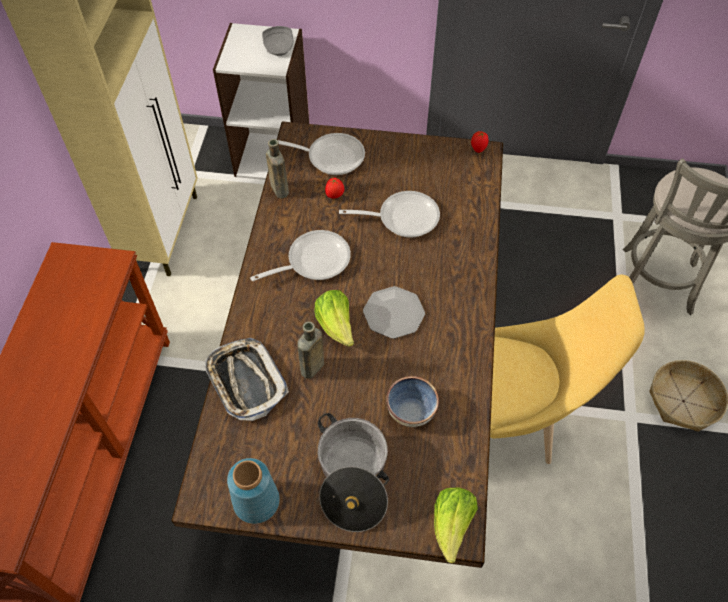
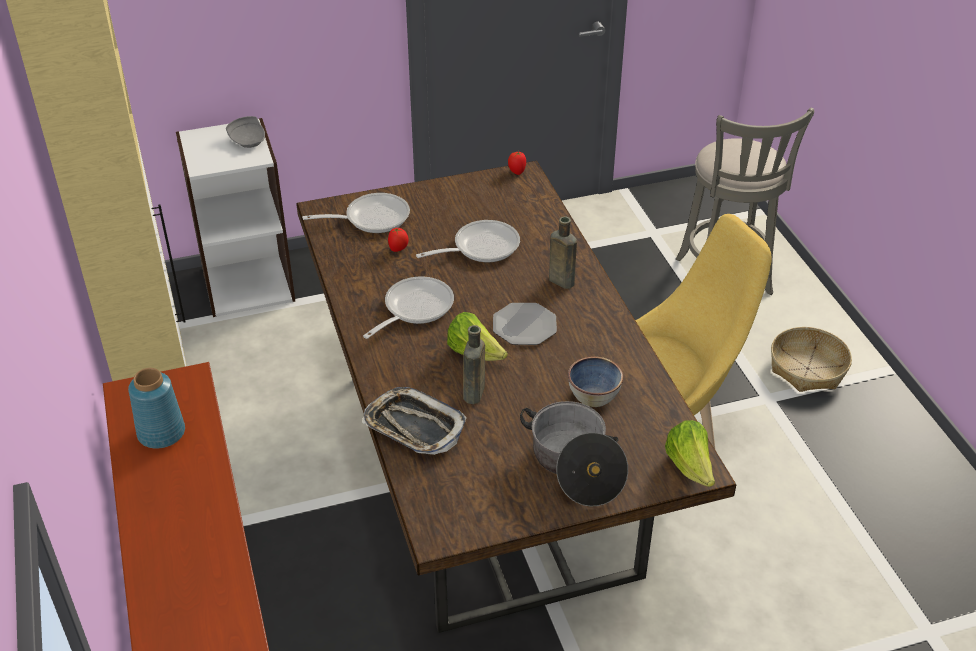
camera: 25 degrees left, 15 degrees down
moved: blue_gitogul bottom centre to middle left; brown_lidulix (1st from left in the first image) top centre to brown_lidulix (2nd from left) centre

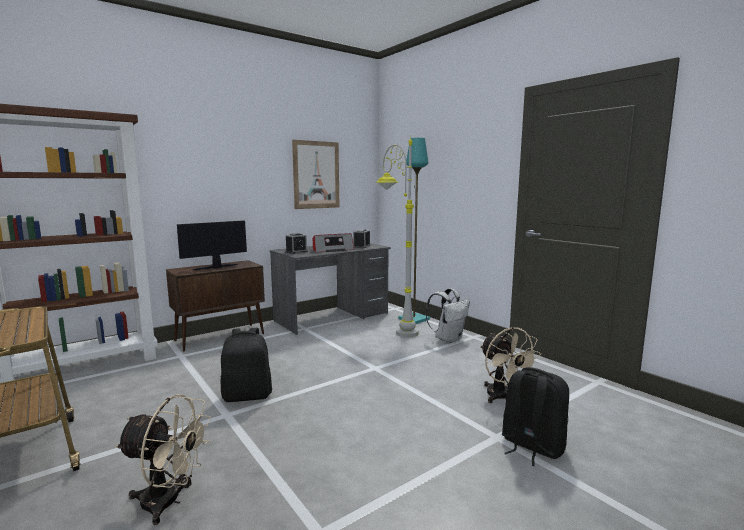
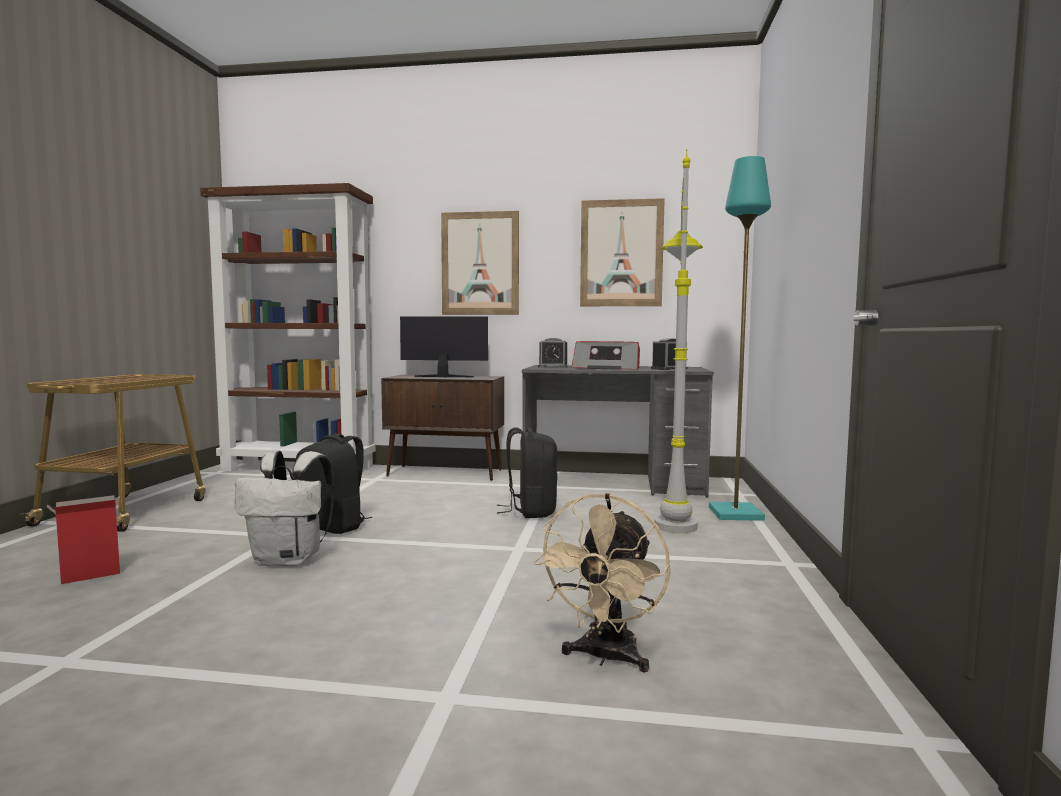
camera: 45 degrees right, 5 degrees down
added: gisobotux (1st from left) top centre
moved: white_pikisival centre to middle left; black_pikisival (2nd from left) bottom right to centre
replaced: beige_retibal (1st from left) bottom left to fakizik bottom left

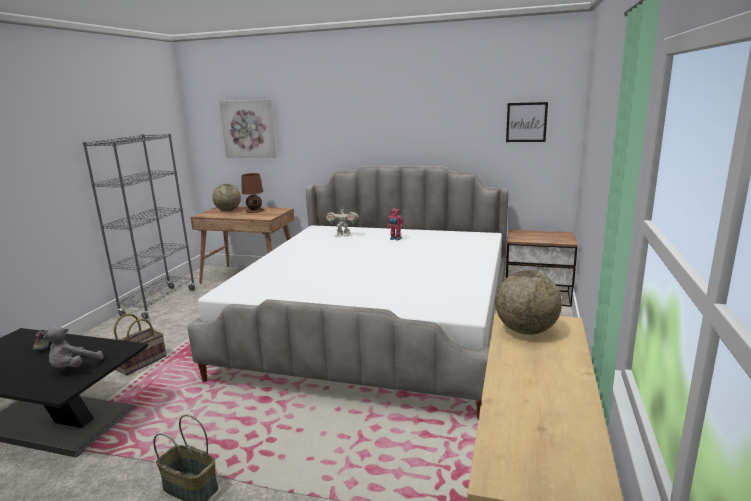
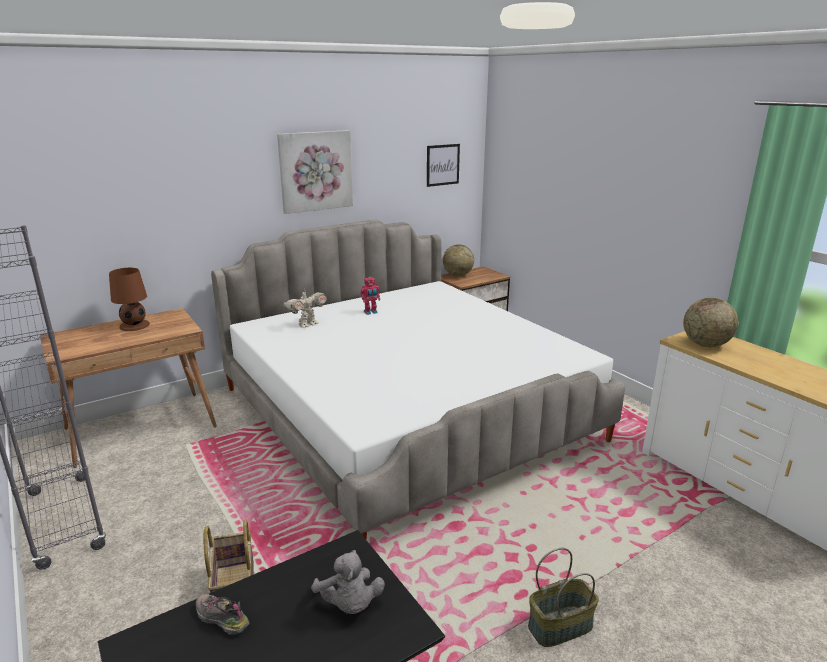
camera: 50 degrees left, 5 degrees up
moved: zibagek (1st from left) middle left to centre; gisobotux (1st from left) top left to top centre

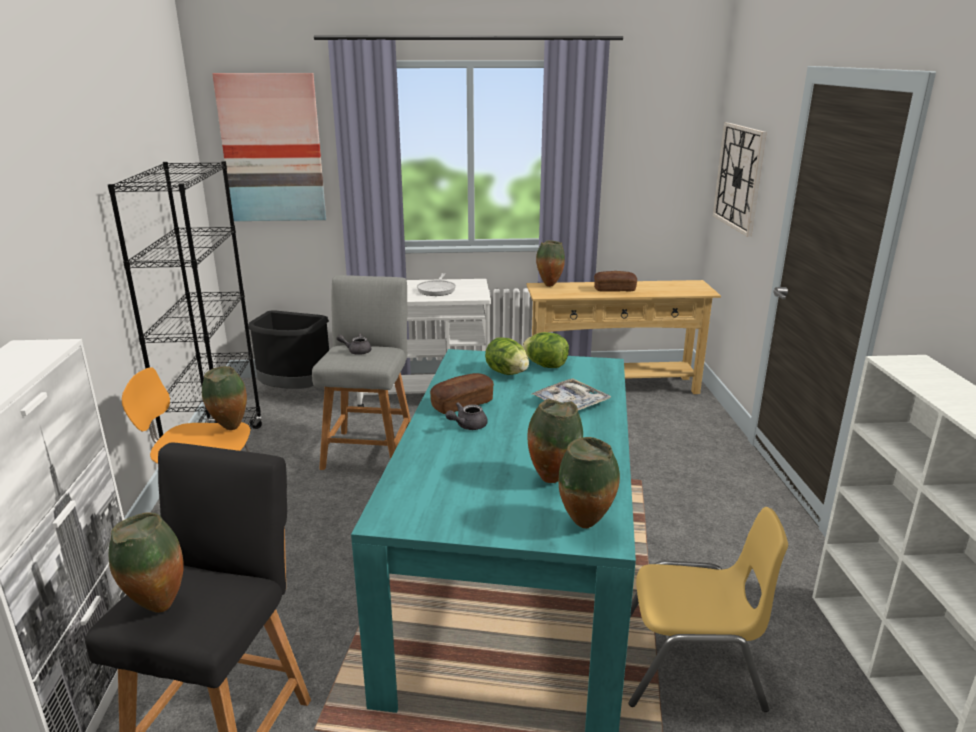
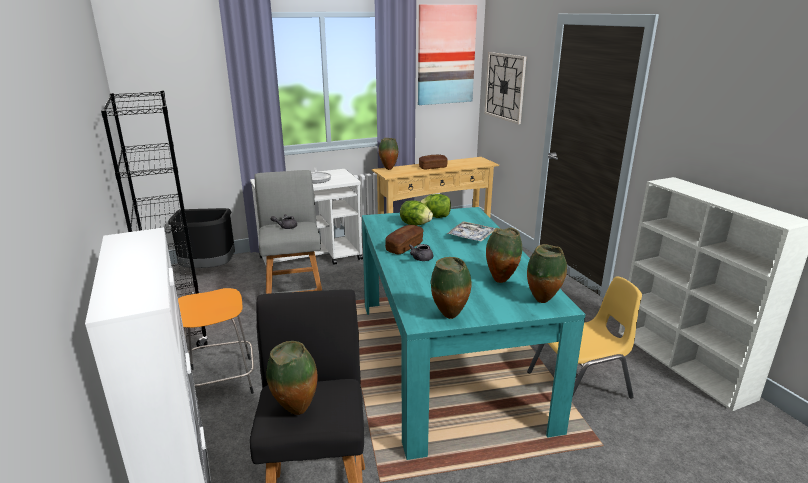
camera: 20 degrees left, 0 degrees up
moved: gitogul (2nd from left in the first image) middle left to gitogul (3rd from left) centre; gisobotux top left to top centre

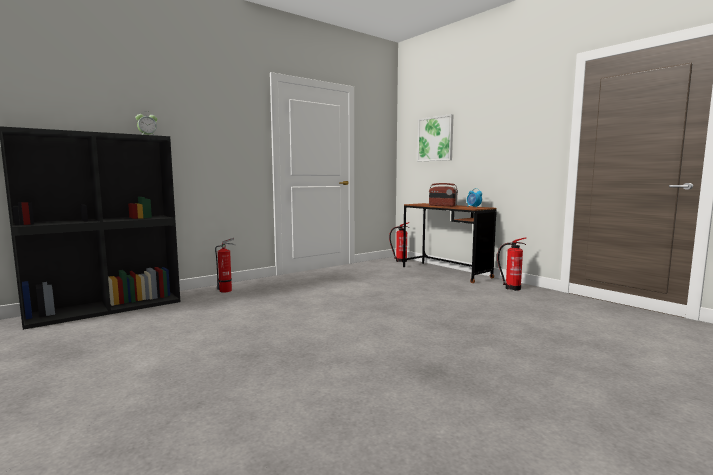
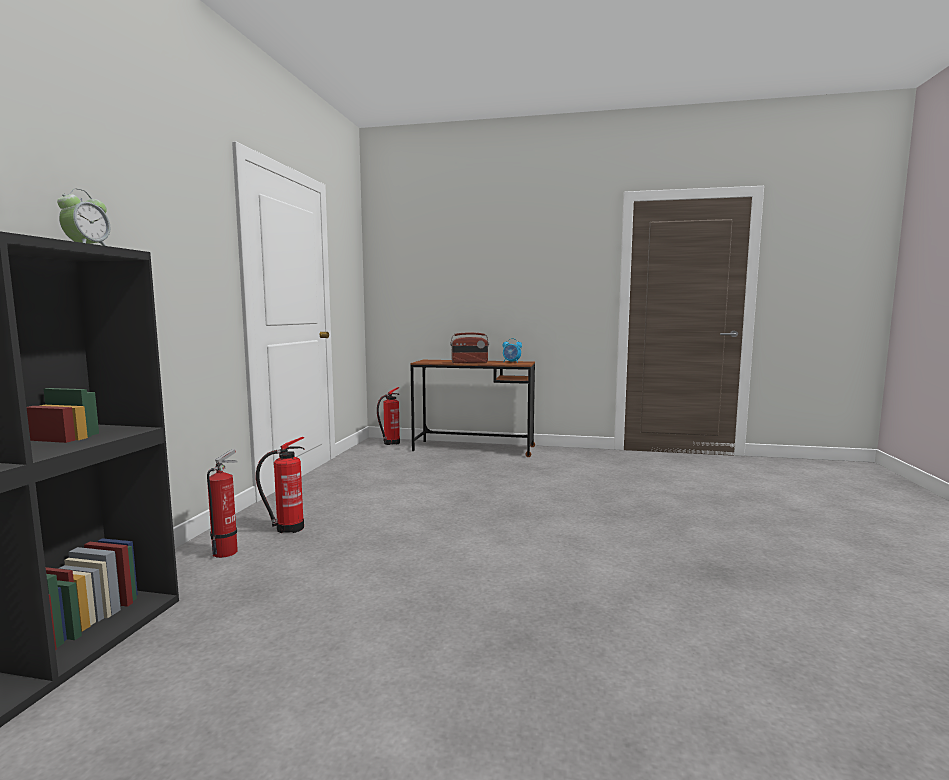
camera: 40 degrees left, 0 degrees up
removed: gisobotux top centre
moved: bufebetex (3rd from left in the first image) middle right to bufebetex (2nd from left) middle left

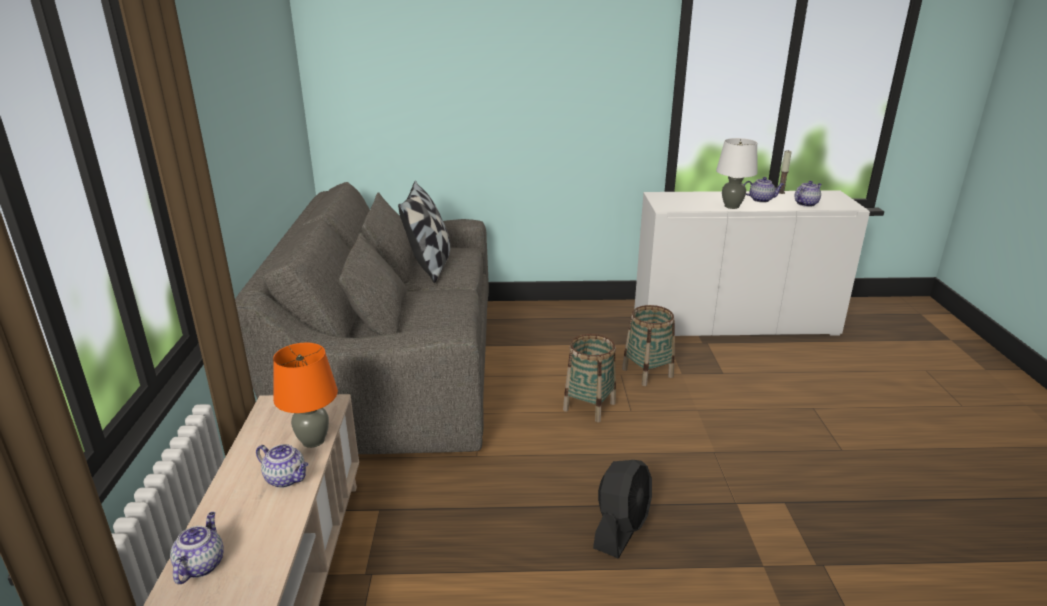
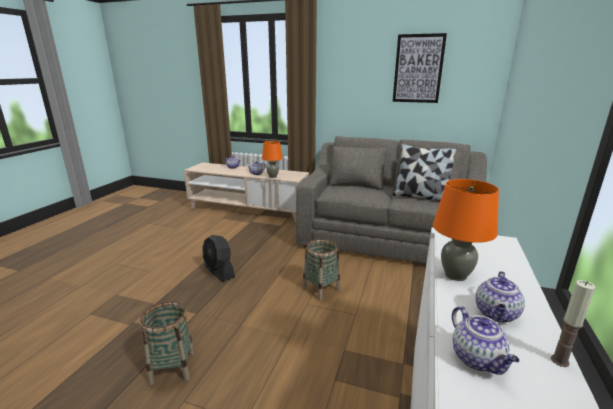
camera: 110 degrees right, 5 degrees down
added: gisobotux top right
moved: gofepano (2nd from left in the first image) centre to gofepano (1st from left) bottom left
recoloured: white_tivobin top right to orange_tivobin (2nd from left) middle right

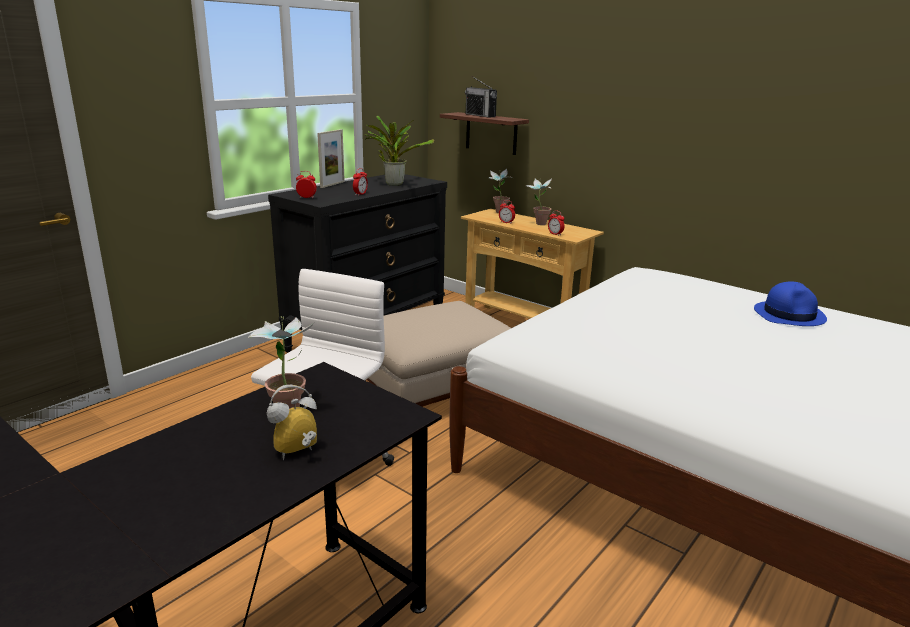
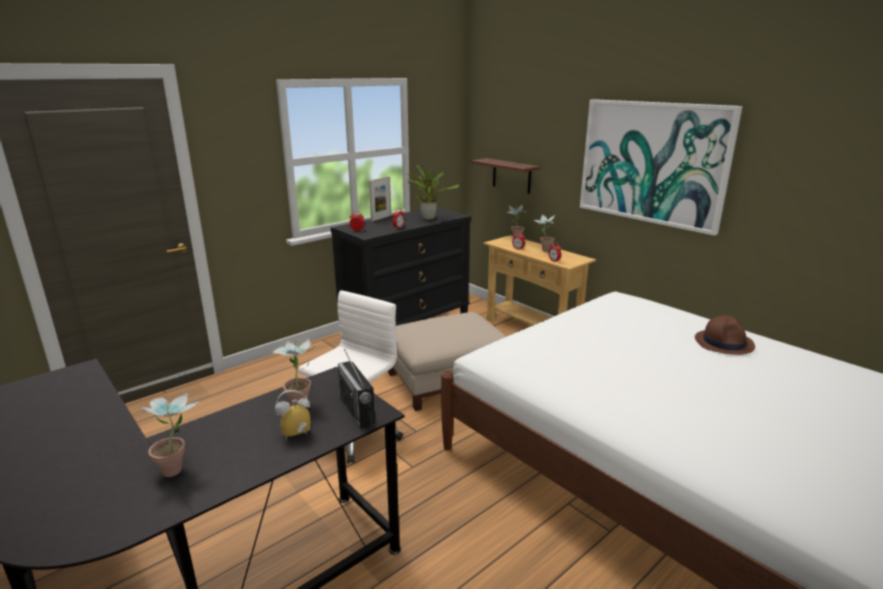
camera: 10 degrees right, 0 degrees up
added: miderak (1st from left) bottom left; gisobotux top right
moved: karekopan top centre to centre
recoloured: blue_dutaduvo middle right to brown_dutaduvo middle right

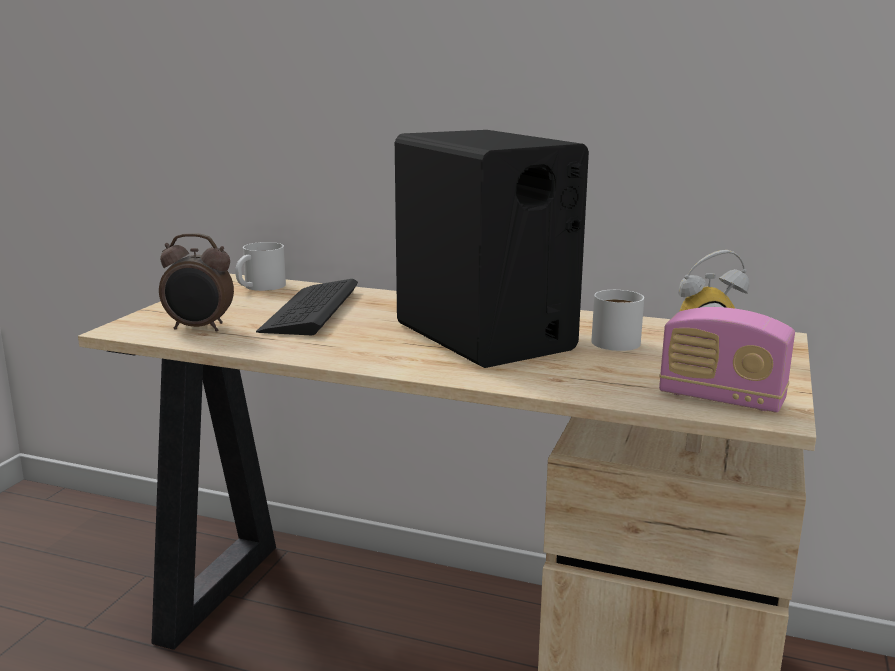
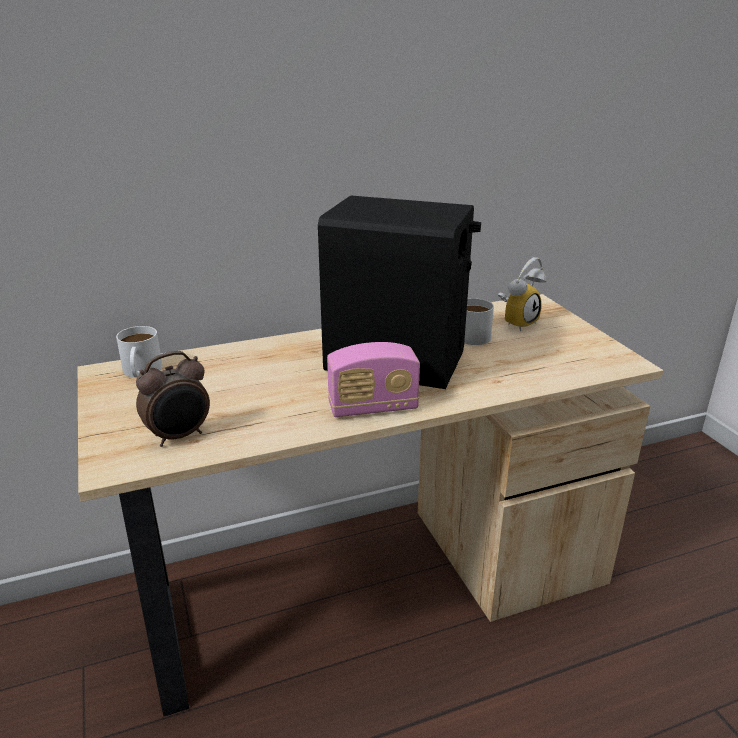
camera: 40 degrees left, 10 degrees up
removed: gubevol centre
moved: karekopan middle right to centre

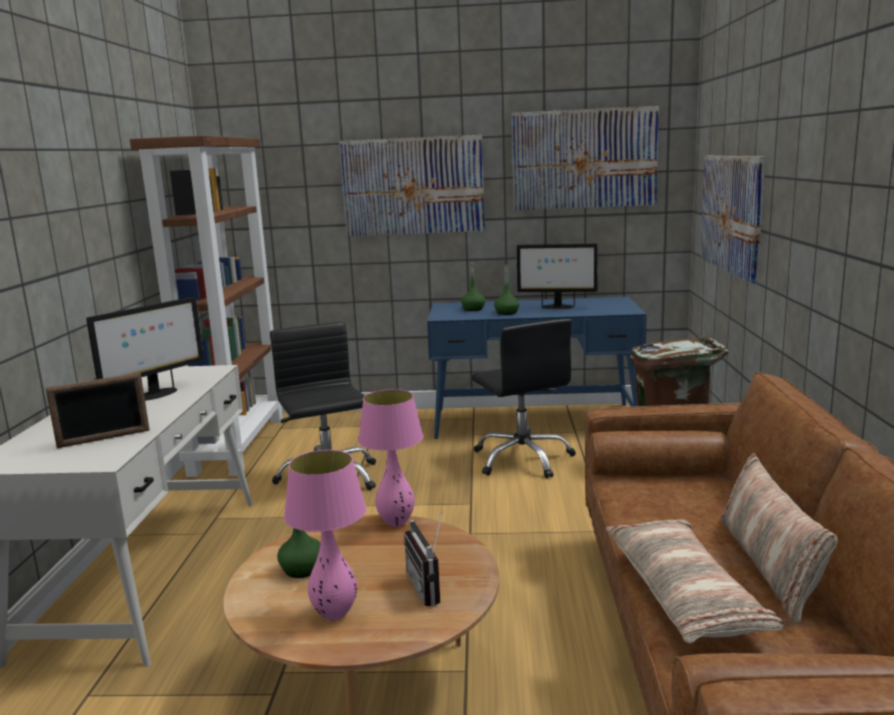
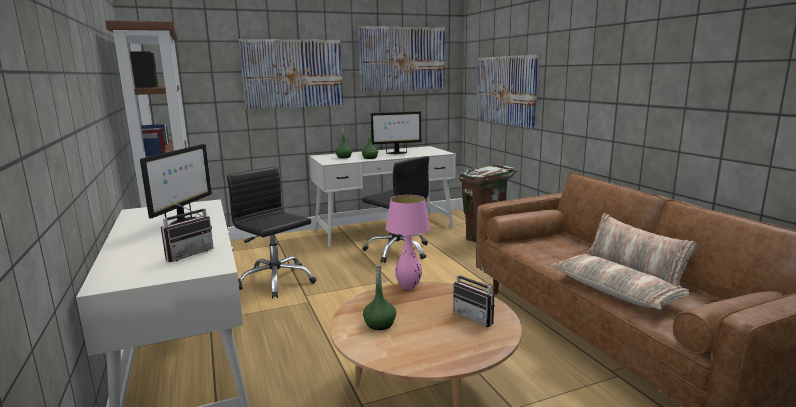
camera: 25 degrees left, 0 degrees up
removed: pink_tivobin (1st from left) bottom centre
replaced: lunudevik middle left to karekopan (1st from left) middle left
recoloured: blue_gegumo centre to white_gegumo (2nd from left) centre

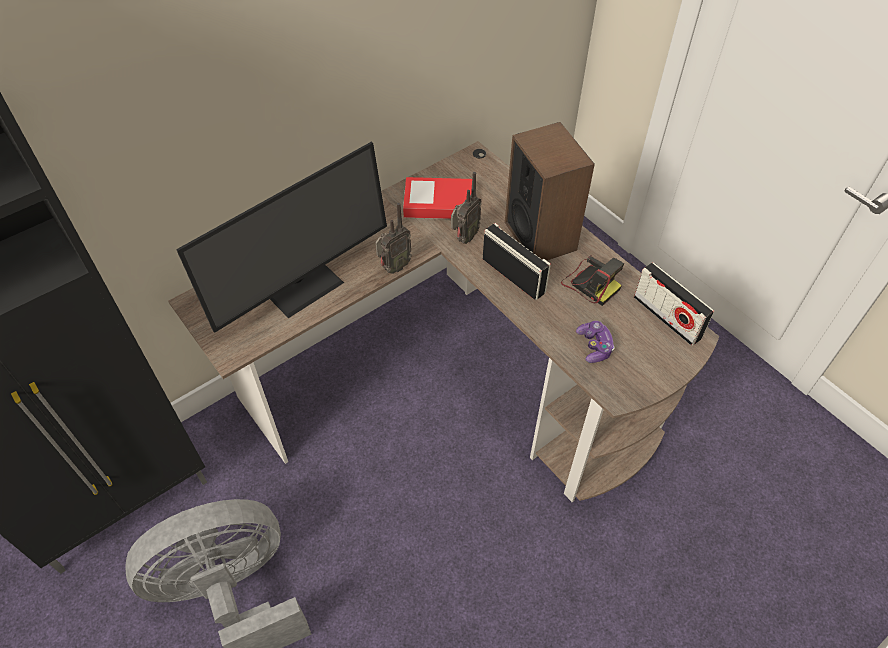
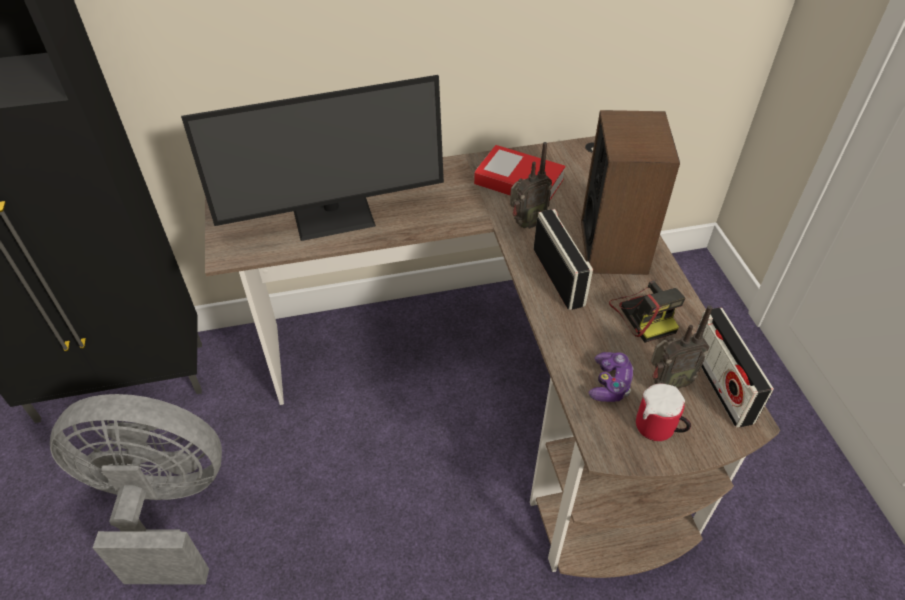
camera: 25 degrees right, 5 degrees down
added: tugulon bottom right
moved: karekopan (1st from left in the first image) centre to karekopan (3rd from left) middle right

